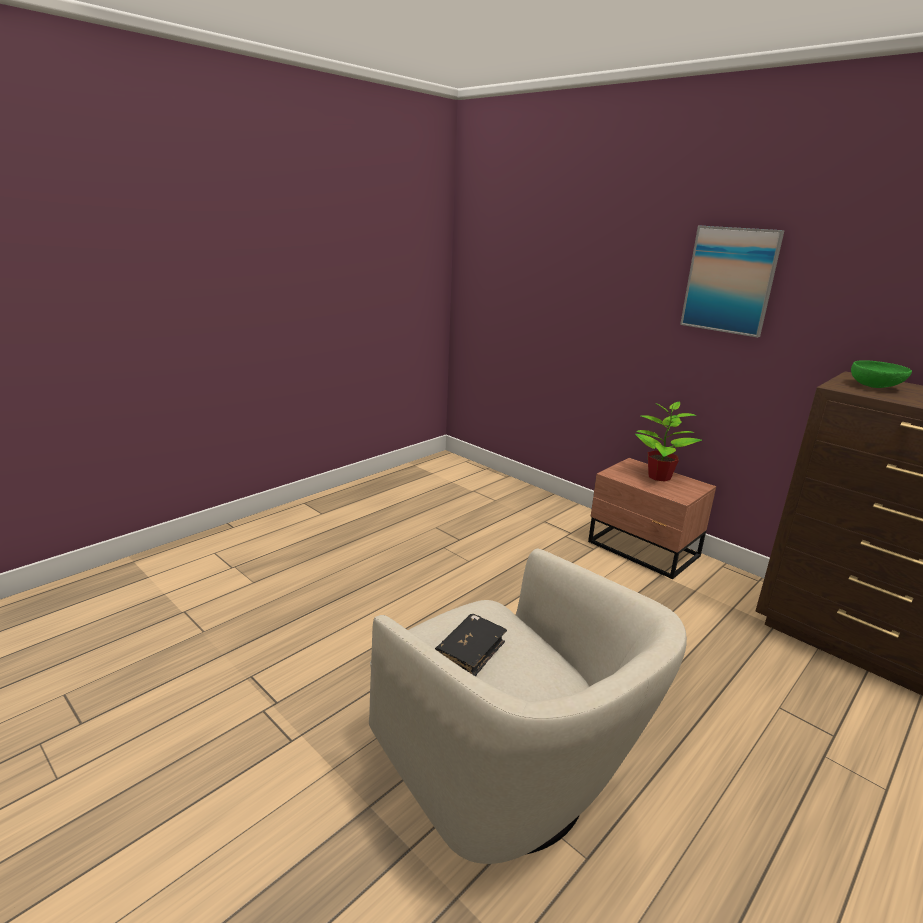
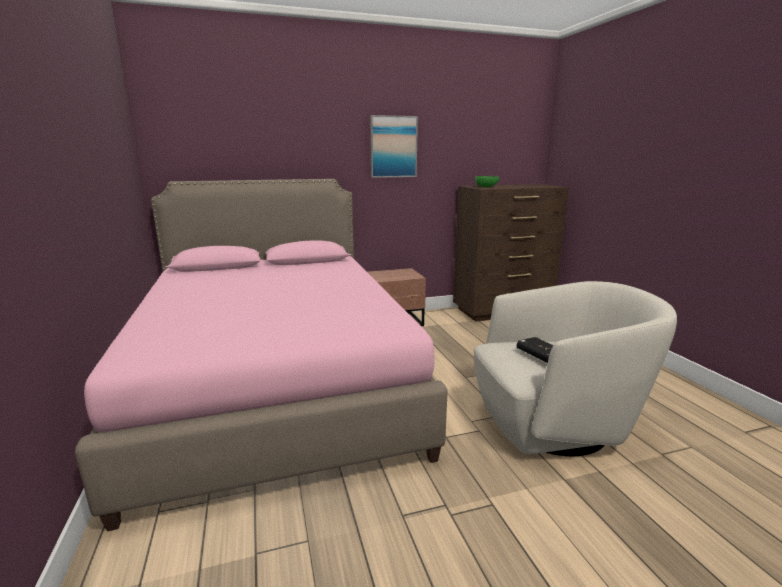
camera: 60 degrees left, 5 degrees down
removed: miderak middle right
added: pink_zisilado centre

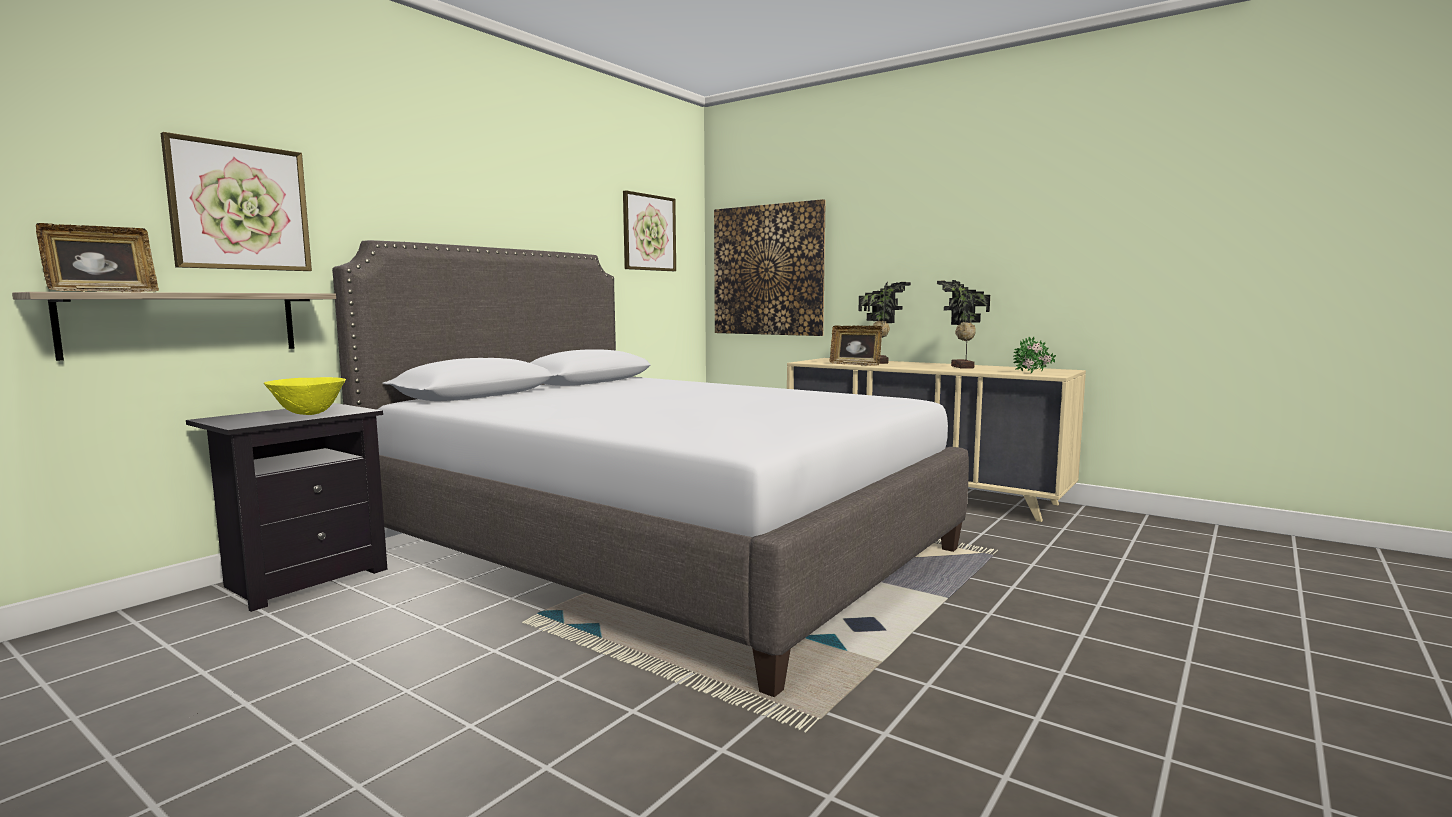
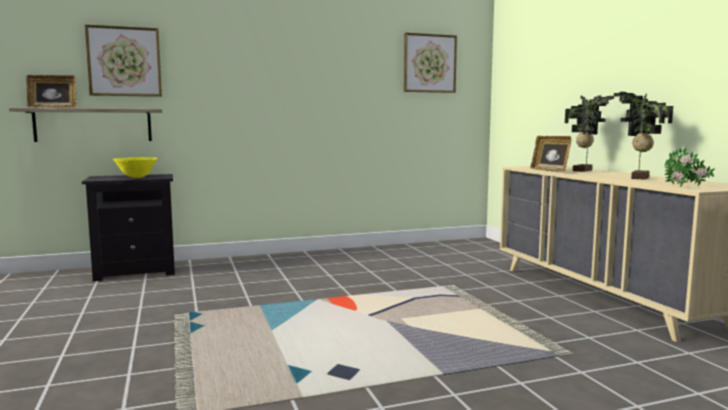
camera: 35 degrees right, 0 degrees up
removed: grey_zisilado centre; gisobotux (3rd from left) top centre

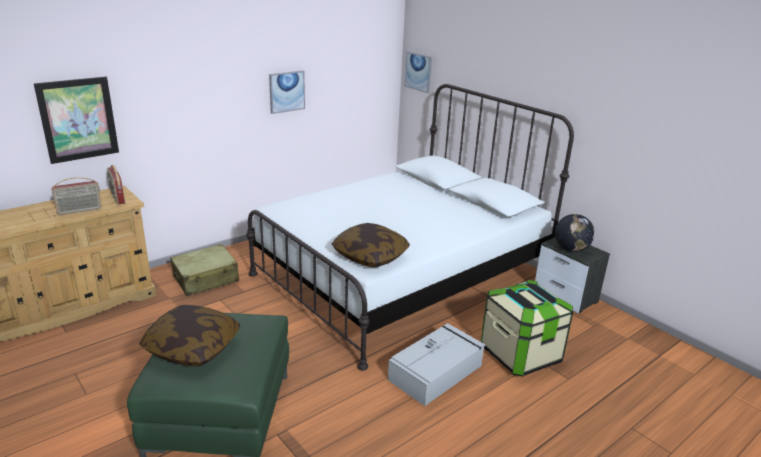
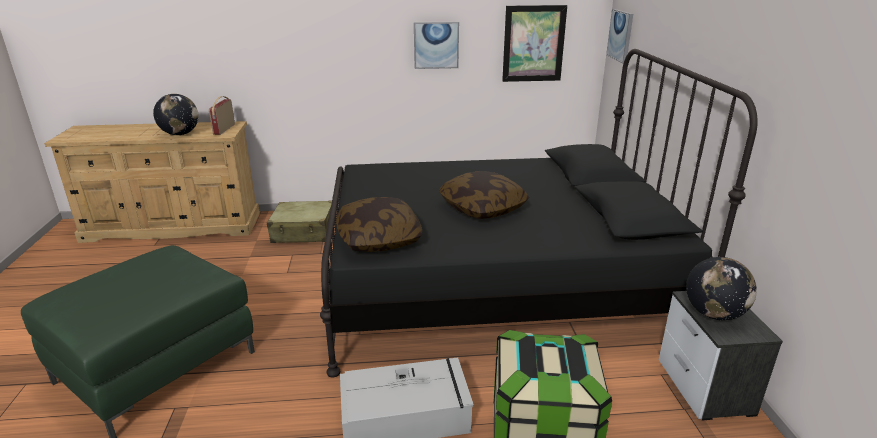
camera: 35 degrees right, 0 degrees up
moved: gisobotux (1st from left in the first image) top left to gisobotux (2nd from left) top centre; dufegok (1st from left in the first image) bottom left to dufegok (2nd from left) centre
replaced: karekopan (1st from left) middle left to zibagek (1st from left) top left
recoloured: white_zisilado centre to black_zisilado centre

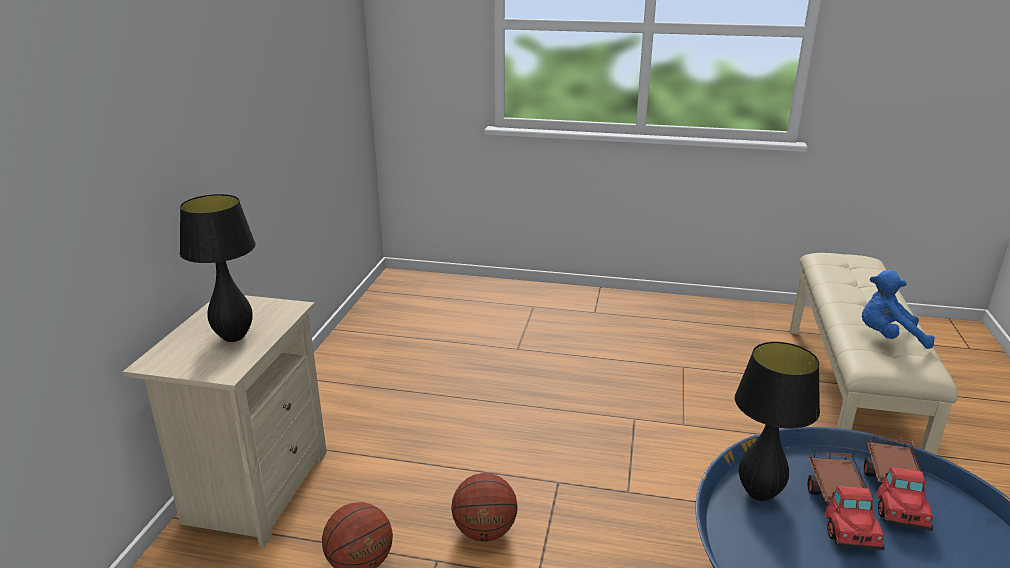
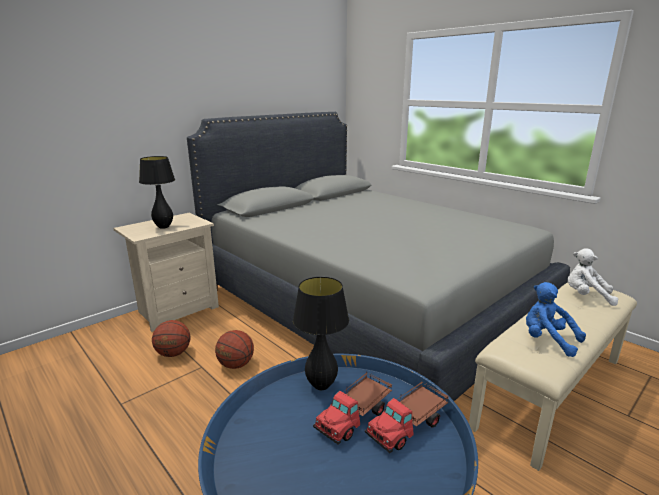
camera: 35 degrees right, 5 degrees down
added: grey_zisilado centre; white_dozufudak middle right

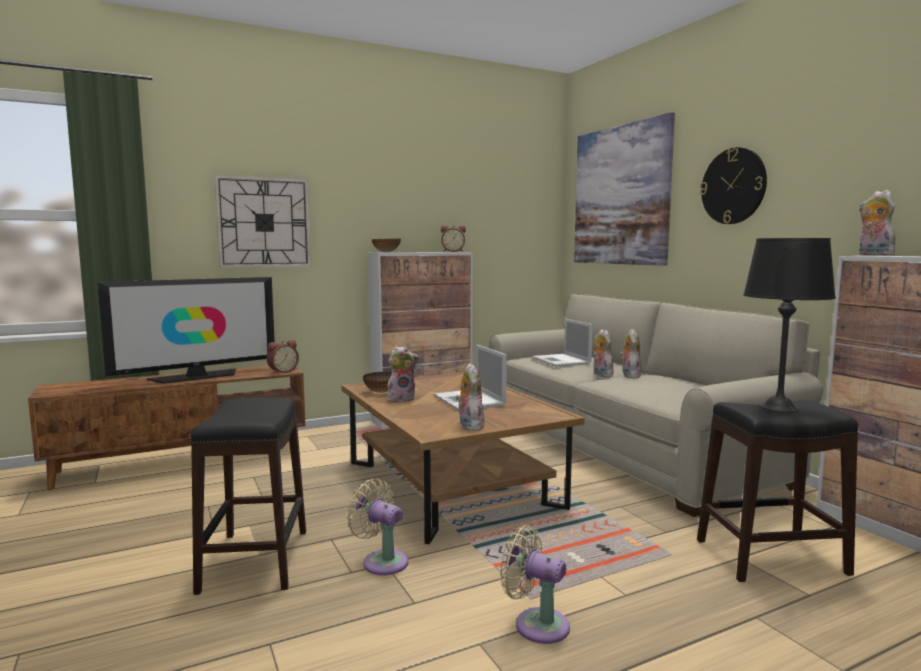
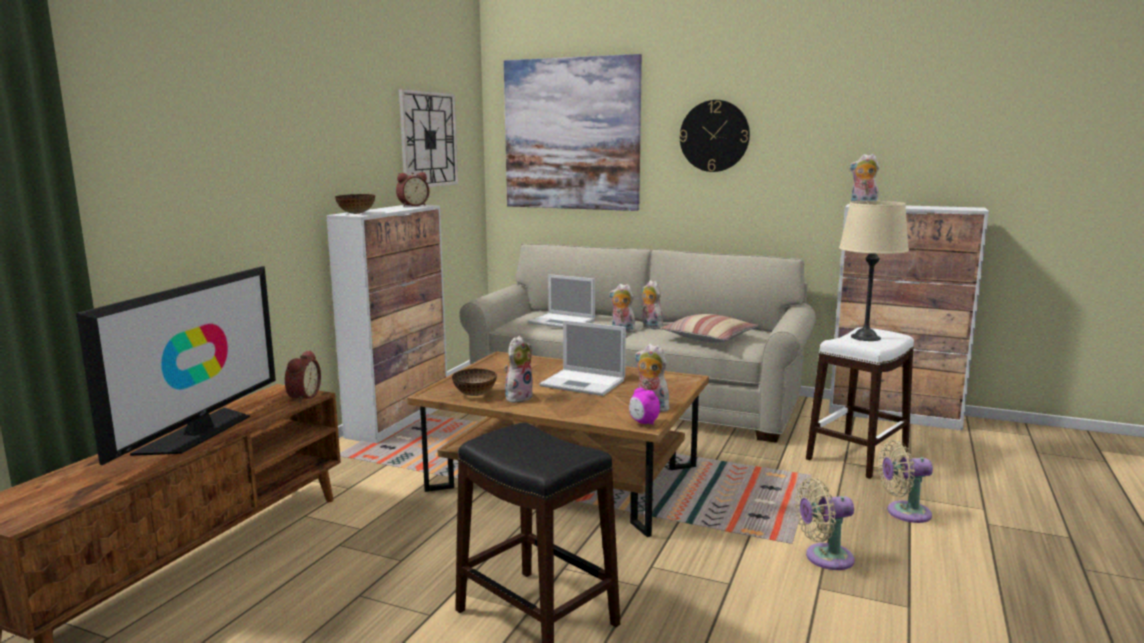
camera: 40 degrees left, 5 degrees up
added: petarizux (3rd from left) centre; dufegok centre
moved: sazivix (1st from left) top left to top centre; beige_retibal (1st from left in the first image) bottom centre to beige_retibal (2nd from left) bottom right
recoloured: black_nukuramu (2nd from left) bottom right to white_nukuramu middle right; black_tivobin middle right to beige_tivobin middle right

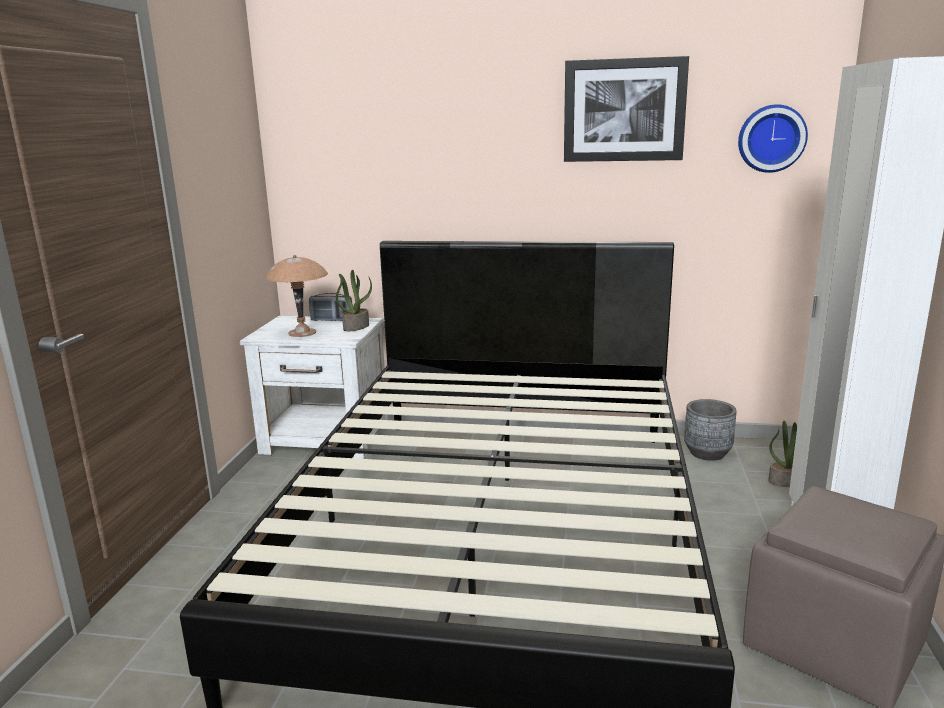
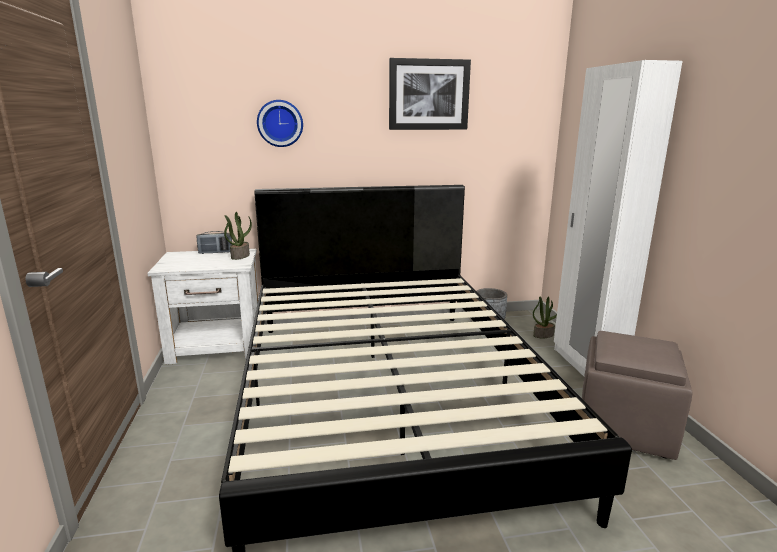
camera: 20 degrees left, 0 degrees up
removed: brown_tivobin middle left
moved: sazivix top right to top centre

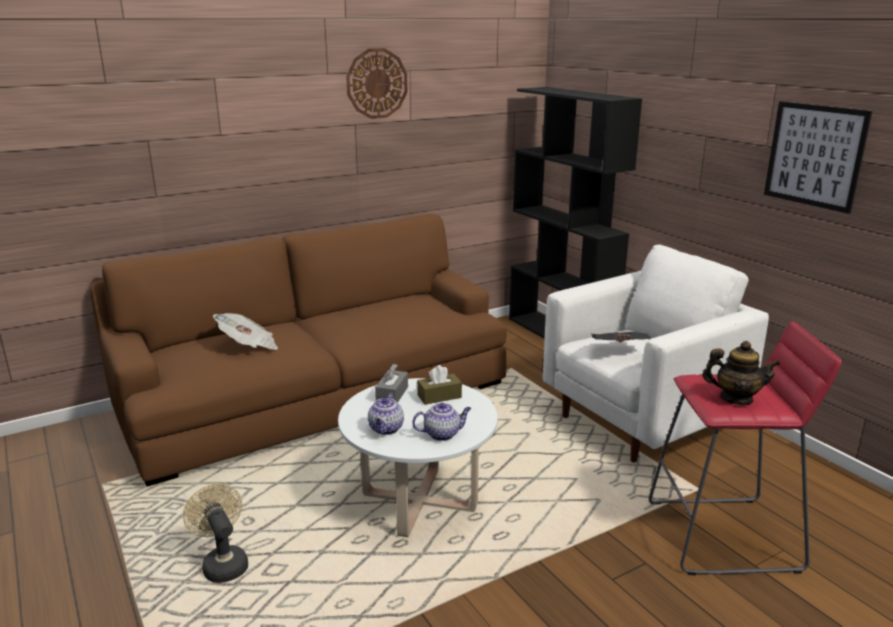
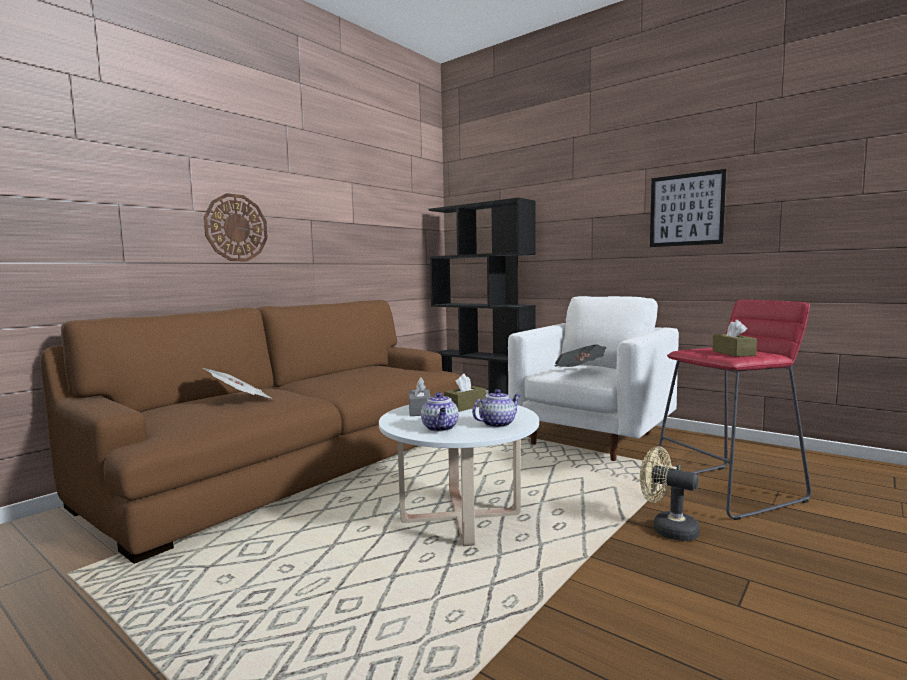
camera: 20 degrees left, 15 degrees down
moved: beige_retibal bottom left to bottom right; sazivix top centre to middle left
replaced: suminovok (3rd from left) middle right to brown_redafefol (2nd from left) middle right

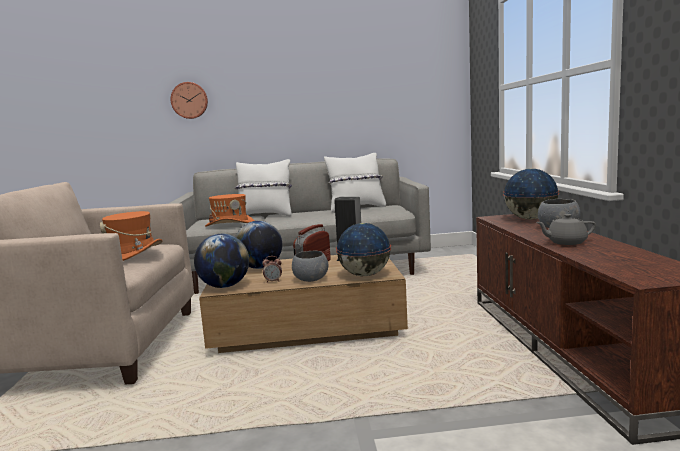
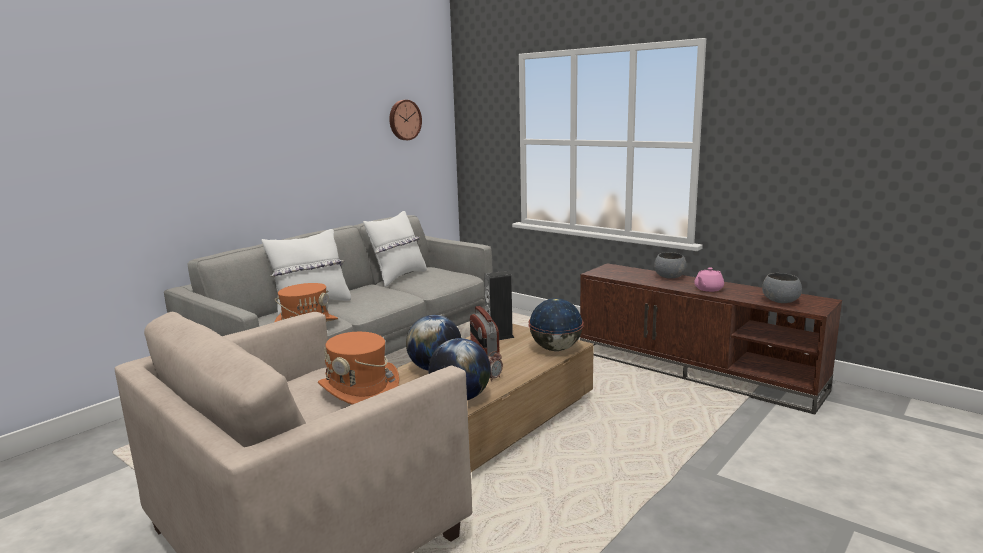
camera: 45 degrees left, 5 degrees up
removed: zibagek (4th from left) middle right
moved: sazivix top left to top centre; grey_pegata (1st from left in the first image) centre to grey_pegata (2nd from left) middle right
recoloured: grey_suminovok middle right to pink_suminovok middle right

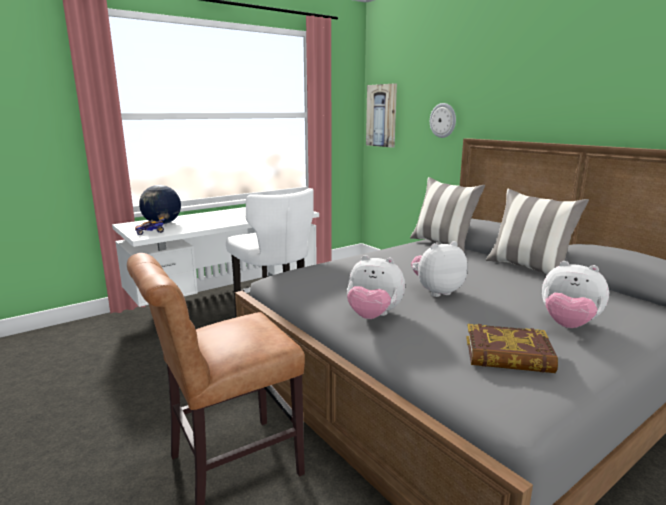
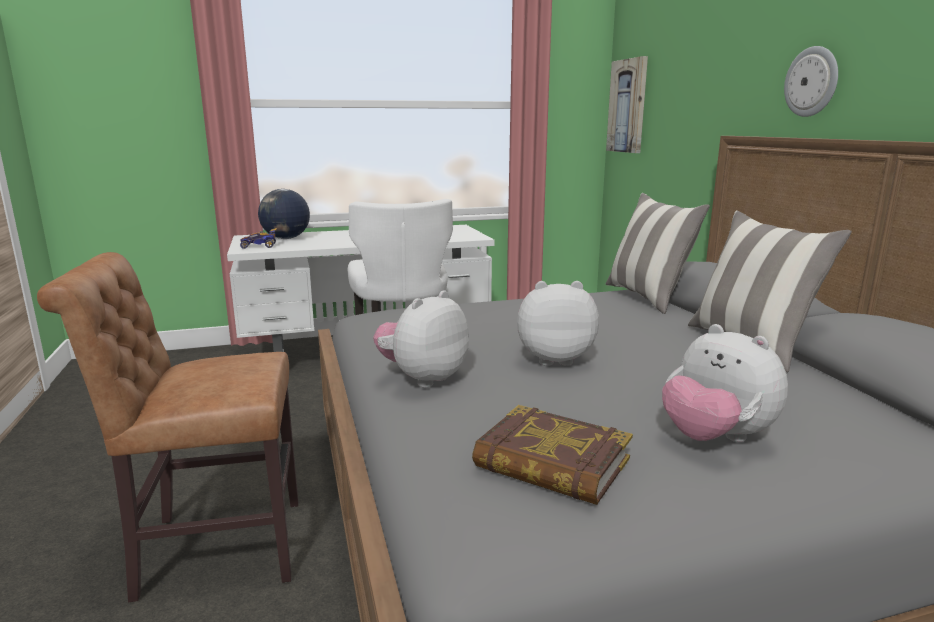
camera: 20 degrees right, 0 degrees up
moved: sazivix top centre to top right
turned: dozufudak (1st from left) centre = centre 90 degrees clockwise

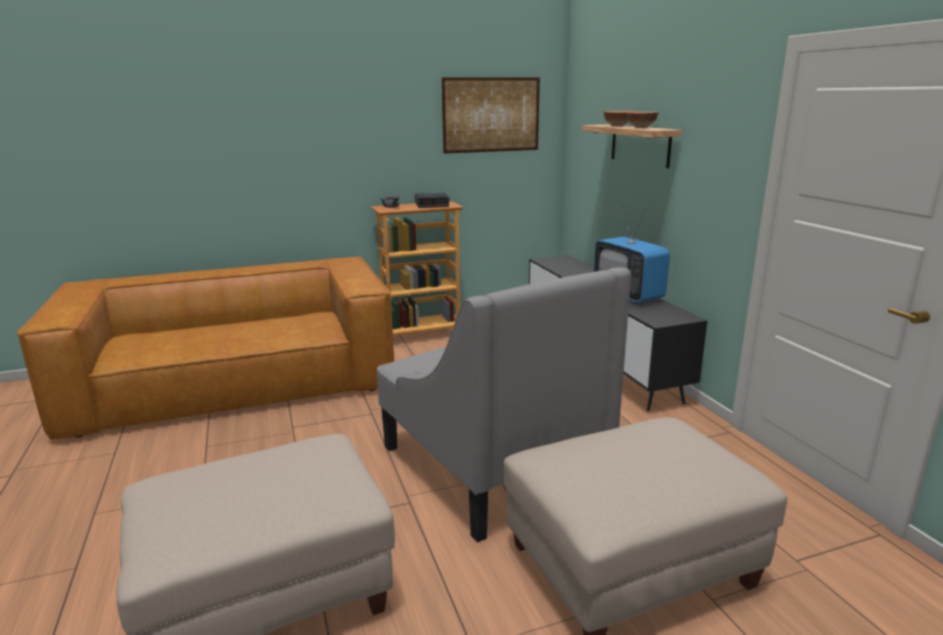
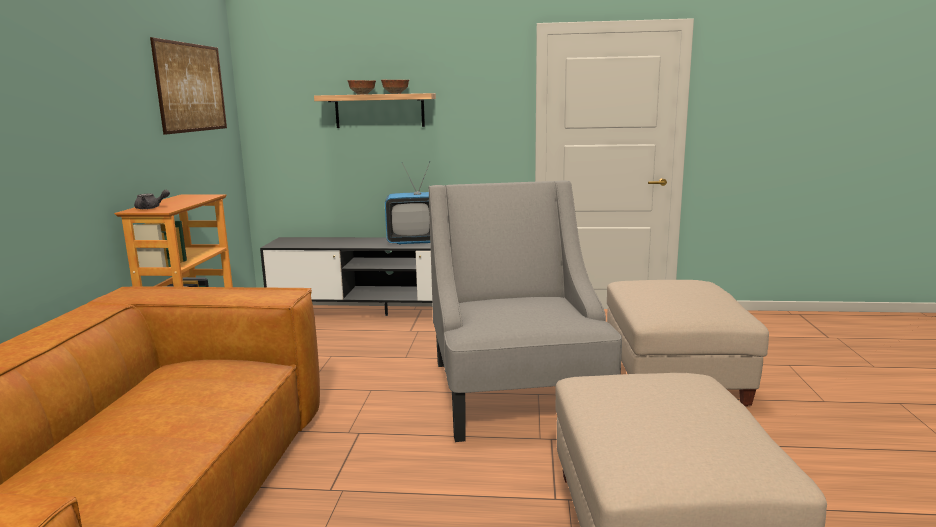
camera: 65 degrees left, 5 degrees down
removed: petarizux top centre
turned: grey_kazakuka centre = centre 90 degrees counterclockwise

